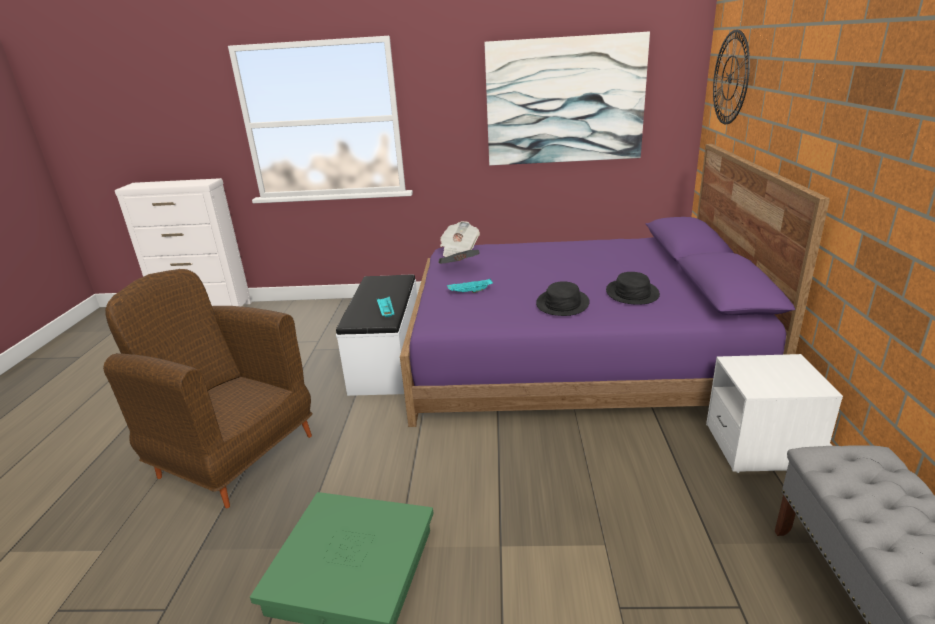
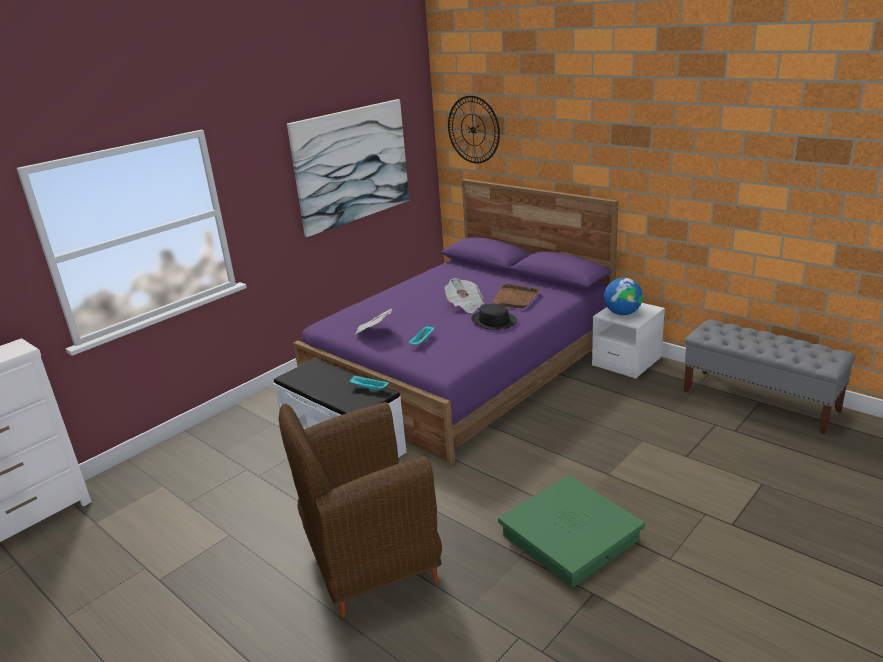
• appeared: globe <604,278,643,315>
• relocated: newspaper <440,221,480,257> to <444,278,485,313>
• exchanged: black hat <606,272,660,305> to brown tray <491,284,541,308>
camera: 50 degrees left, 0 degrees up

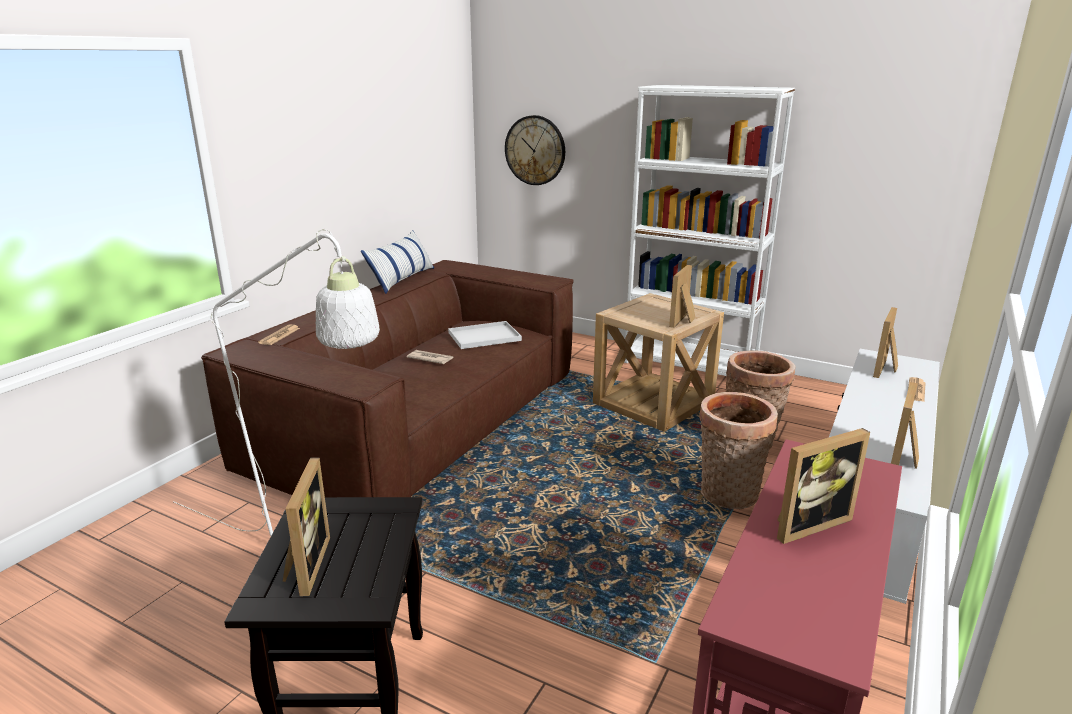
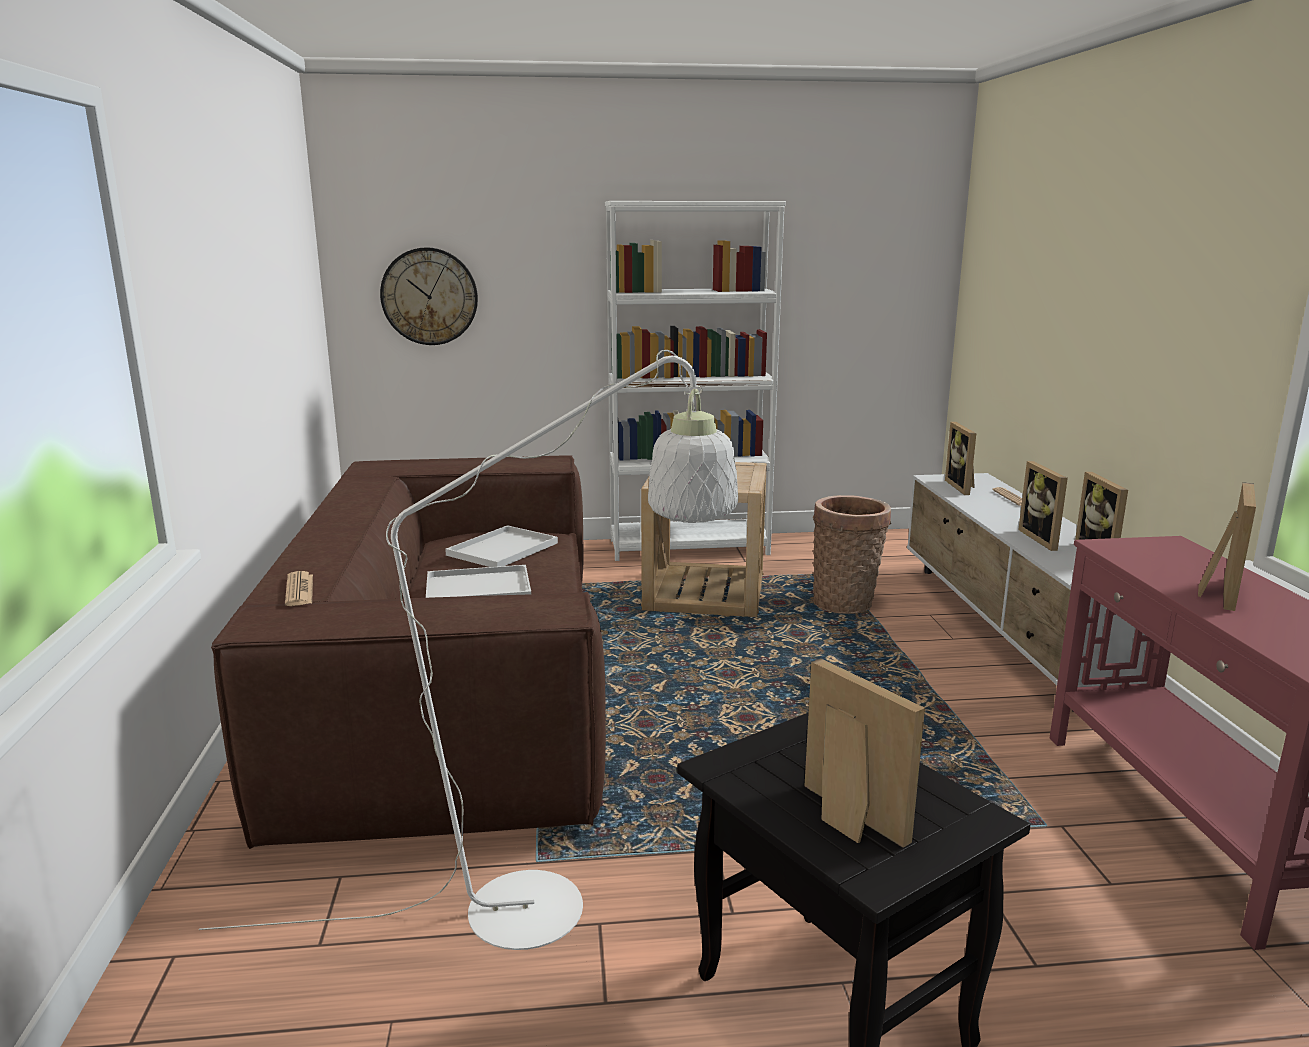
• missing: pillow <361,230,434,294>
• missing: basket <699,392,778,509>
• relocated: picture frame <669,265,695,328> to <1018,461,1068,551>
• exchanged: newspaper <407,350,453,364> to white tray <426,565,531,598>
camera: 35 degrees left, 5 degrees down

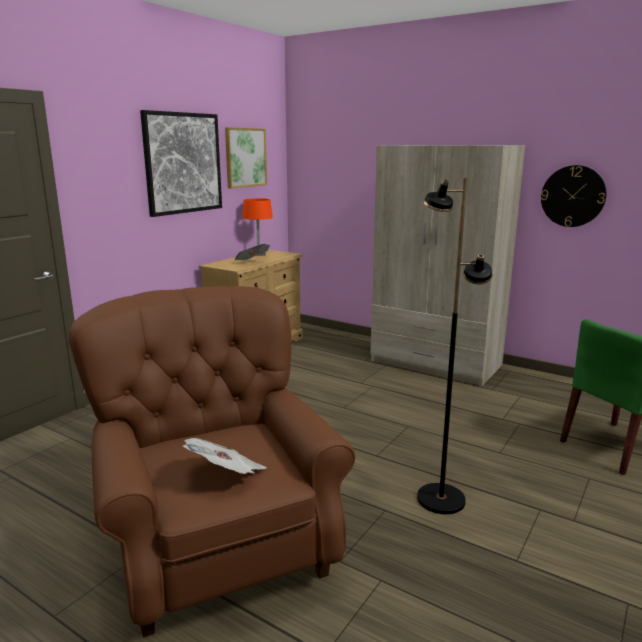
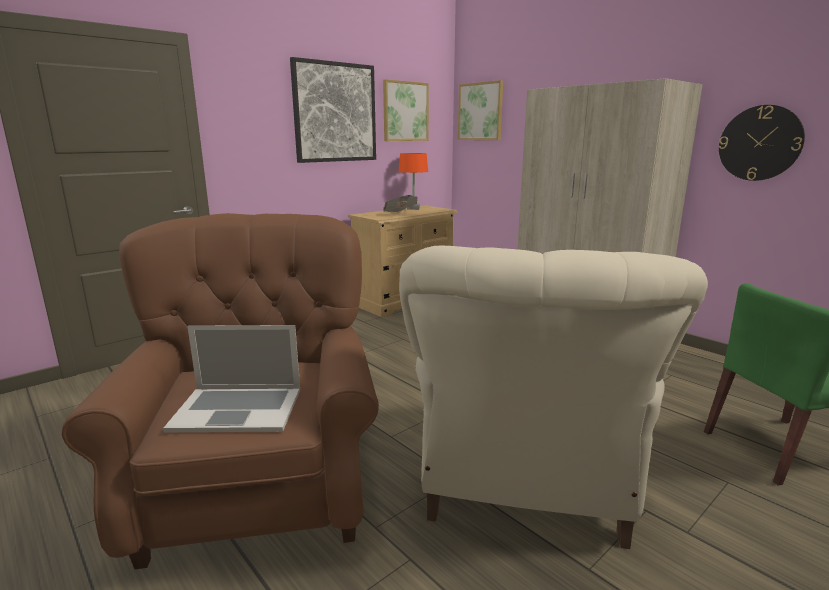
• appeared: picture <458,80,503,140>
• exchanged: newspaper <183,438,267,474> to laptop <163,325,300,432>
• exchanged: black floor lamp <417,178,492,514> to beige armchair <399,246,708,549>
camera: 15 degrees right, 0 degrees up

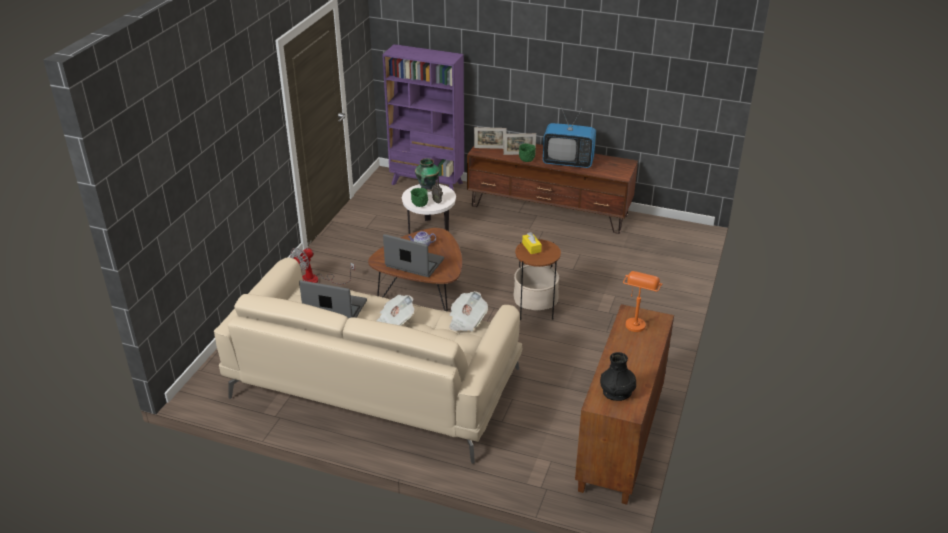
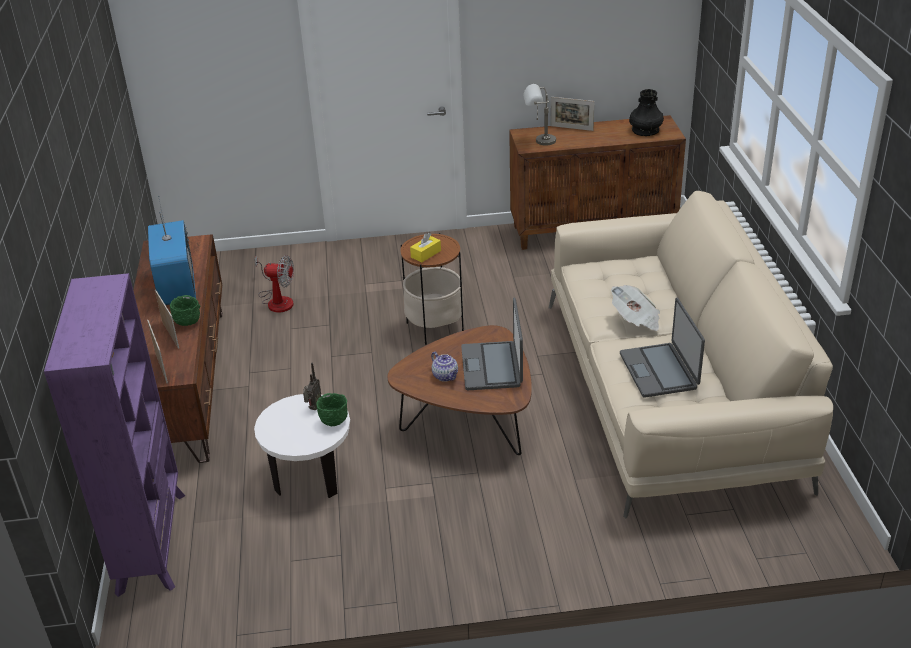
• missing: vase <415,158,440,192>
• missing: newspaper <449,291,488,332>
• appeared: picture frame <551,97,595,131>
• relocated: fan <290,247,355,285> to <254,255,294,313>
• colour: orange table lamp <623,271,662,332> to grey table lamp <523,84,556,146>
camera: 115 degrees left, 0 degrees up

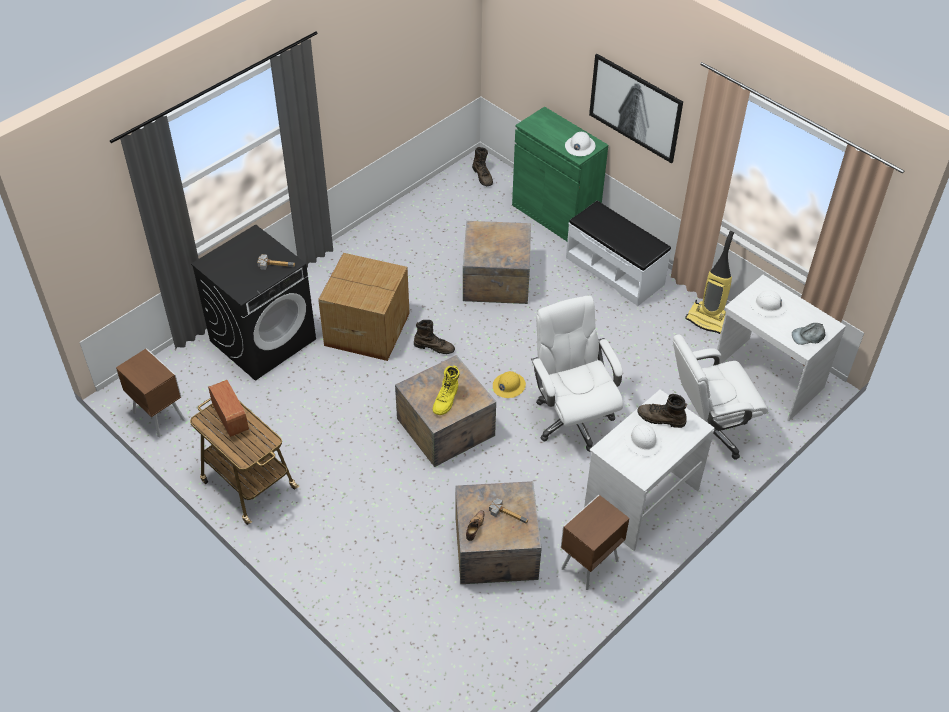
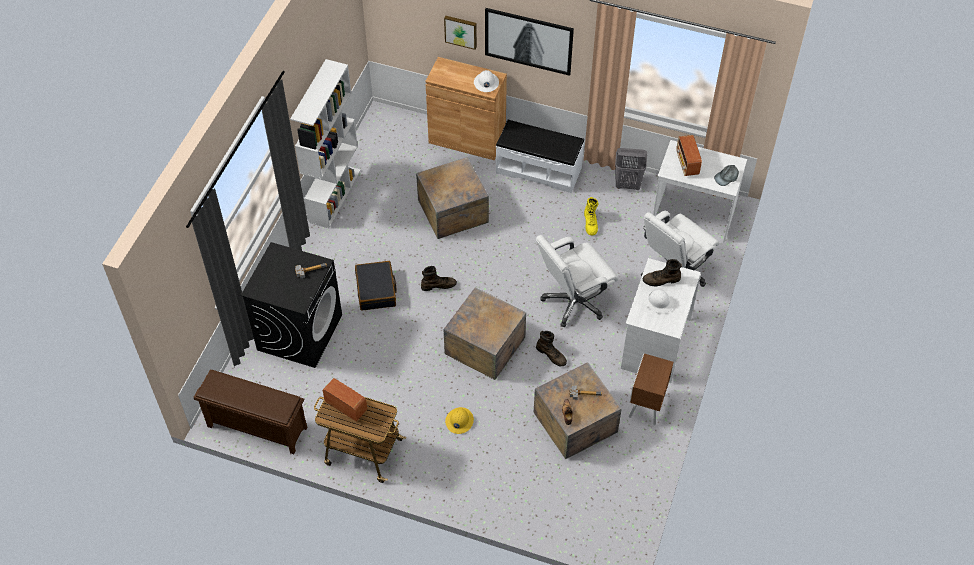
• appeared: white bookcase <290,59,361,229>
• appeared: picture <444,16,477,50>
• relocated: yellow boot <432,365,460,415> to <584,197,598,235>
• relocated: brown boot <472,147,493,186> to <536,331,567,366>
• relocated: yellow hard hat <493,371,526,398> to <445,407,474,434>
• exchanged: brown nightstand <116,348,185,437> to brown shoe rack <194,370,307,454>
• exchanged: cardboard box <318,253,410,361> to black suitcase <355,261,397,311>
• exchanged: vacuum cleaner <685,231,734,334> to grey laundry basket <615,148,647,190>
• exchanged: white hard hat <750,290,787,317> to radio <676,135,702,176>
• colour: green cabinet <512,106,608,241> to brown cabinet <425,57,507,160>
• spun: white office chair <531,296,623,452> = <536,235,619,327> 75 degrees counterclockwise
camera: 25 degrees left, 5 degrees up

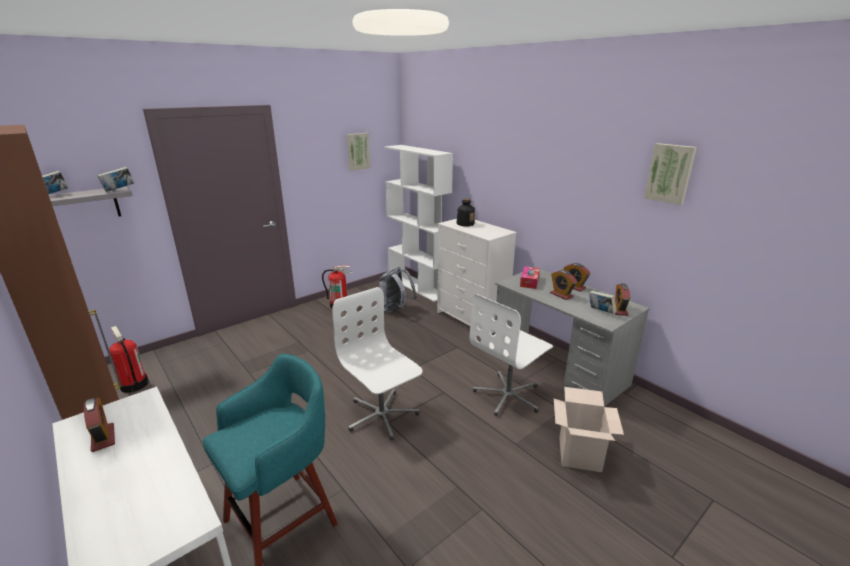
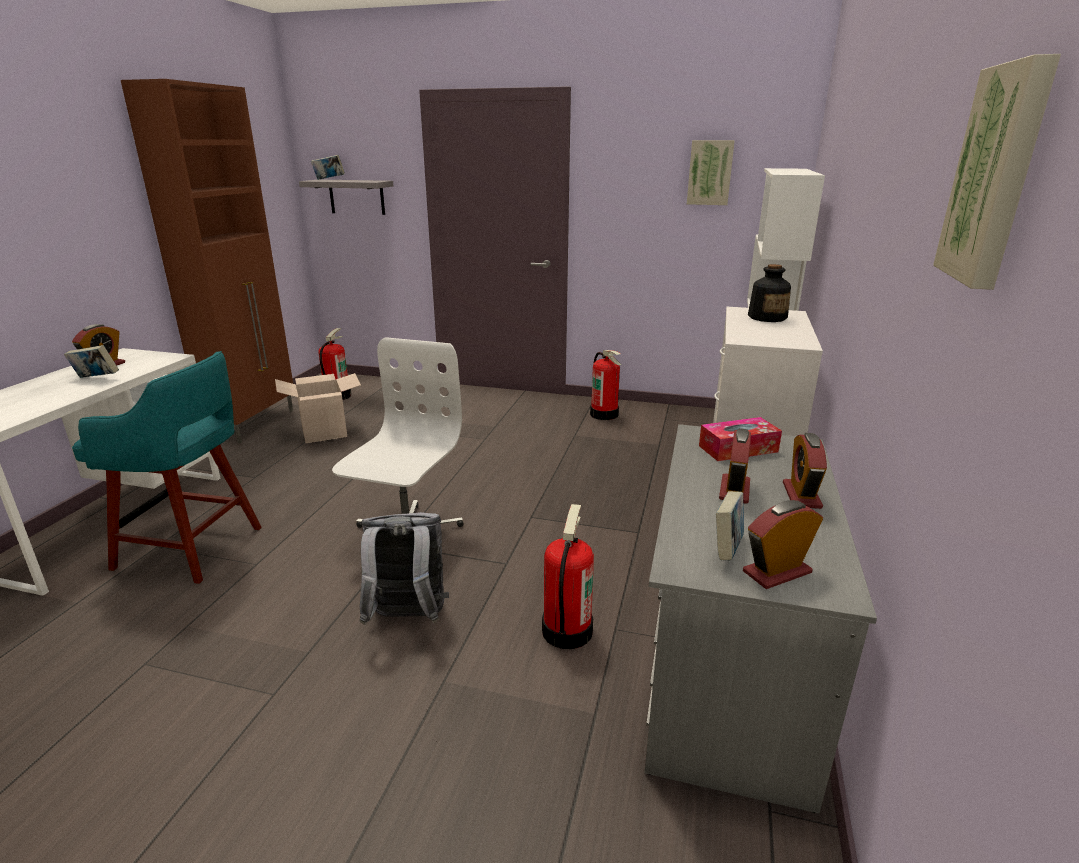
• relocated: book <97,167,134,192> to <64,345,119,378>
• relocated: grey backpack <379,267,417,313> to <360,512,449,625>
• relocated: cardboard box <554,387,624,472> to <275,373,361,443>
• exchanged: white office chair <470,294,553,416> to fire extinguisher <542,504,594,649>
camera: 55 degrees right, 0 degrees up

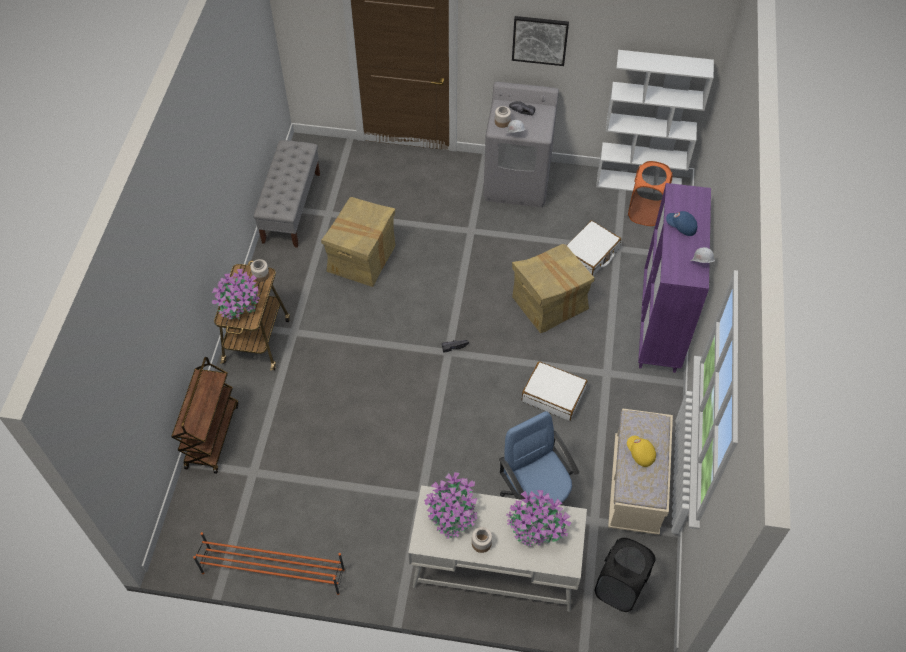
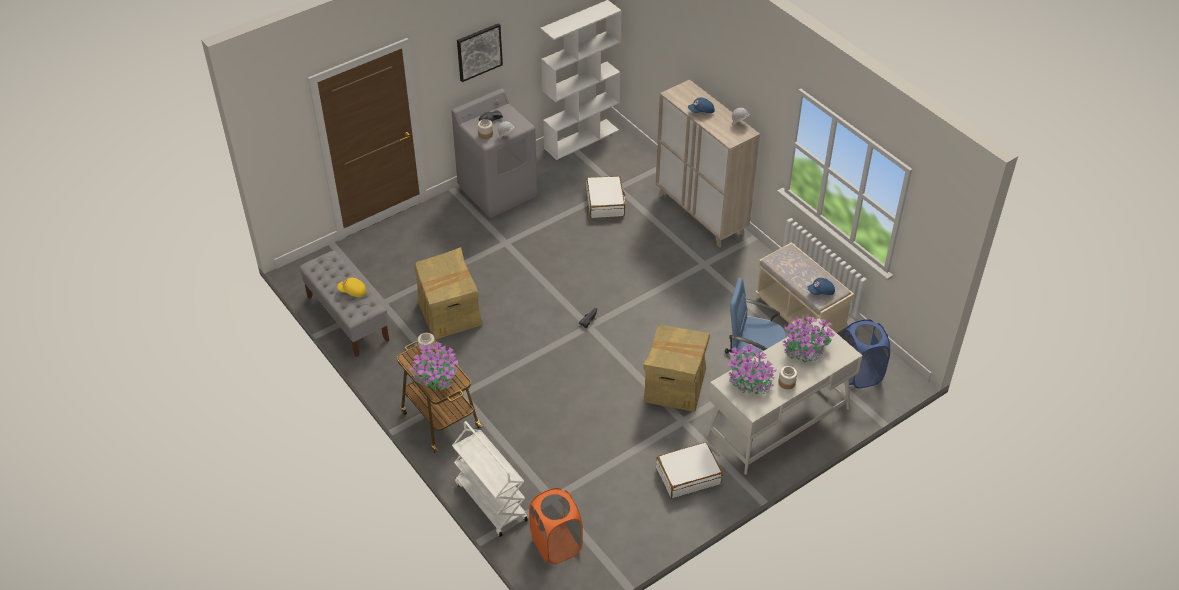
• missing: orange shoe rack <193,532,345,595>
• appeared: blue cap <807,278,835,295>
• relocated: cardboard box <512,244,595,333> to <643,325,710,412>
• relocated: white suitcase <522,361,587,421> to <656,442,723,499>
• relocated: yellow cap <627,436,656,467> to <337,278,366,297>
• relocated: orange laundry basket <628,161,672,226> to <529,488,583,564>
• colour: brown cart <172,357,238,474> to white cart <452,421,528,537>
• colour: black laundry basket <594,538,656,612> to blue laundry basket <842,319,890,388>
• colour: purple cabinet <638,183,711,373> to beige cabinet <656,79,760,248>
camera: 45 degrees left, 10 degrees down

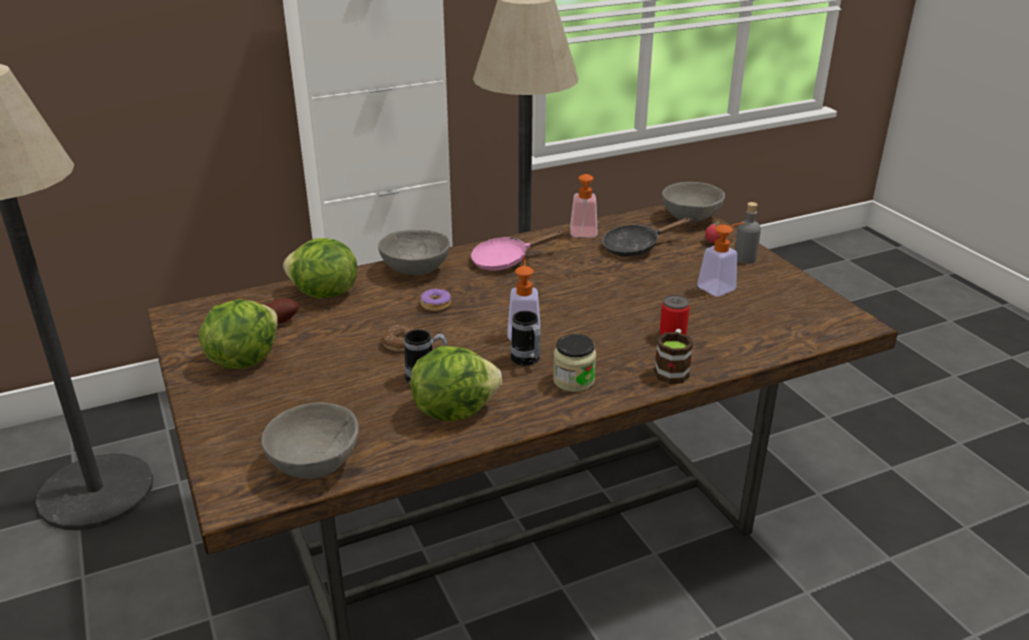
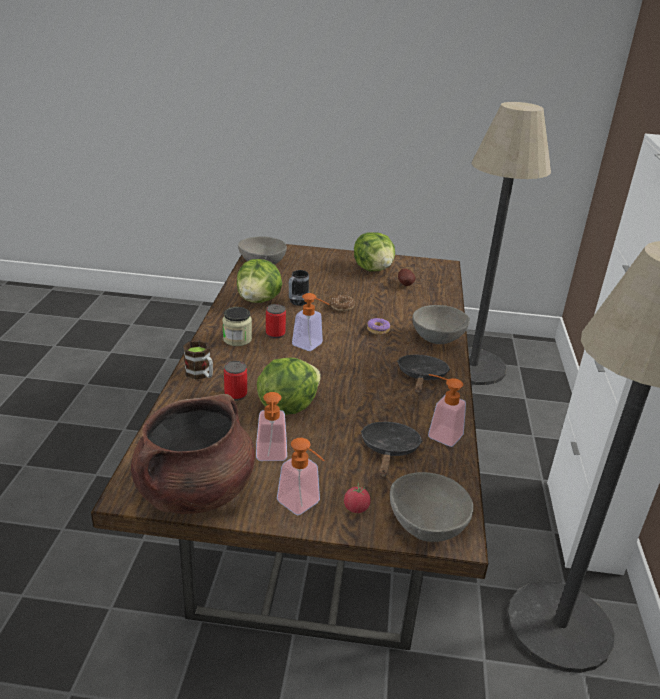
• appeared: brown cooking pot <131,394,255,514>
• relocated: lettuce <283,238,357,299> to <257,358,321,415>
• exchanged: mug <510,311,541,366> to can <266,304,286,339>
• exchanged: grey bottle <735,202,761,264> to soap dispenser <277,438,325,515>
• colour: pink frying pan <471,230,564,271> to black frying pan <397,355,450,393>
camera: 120 degrees right, 0 degrees up

